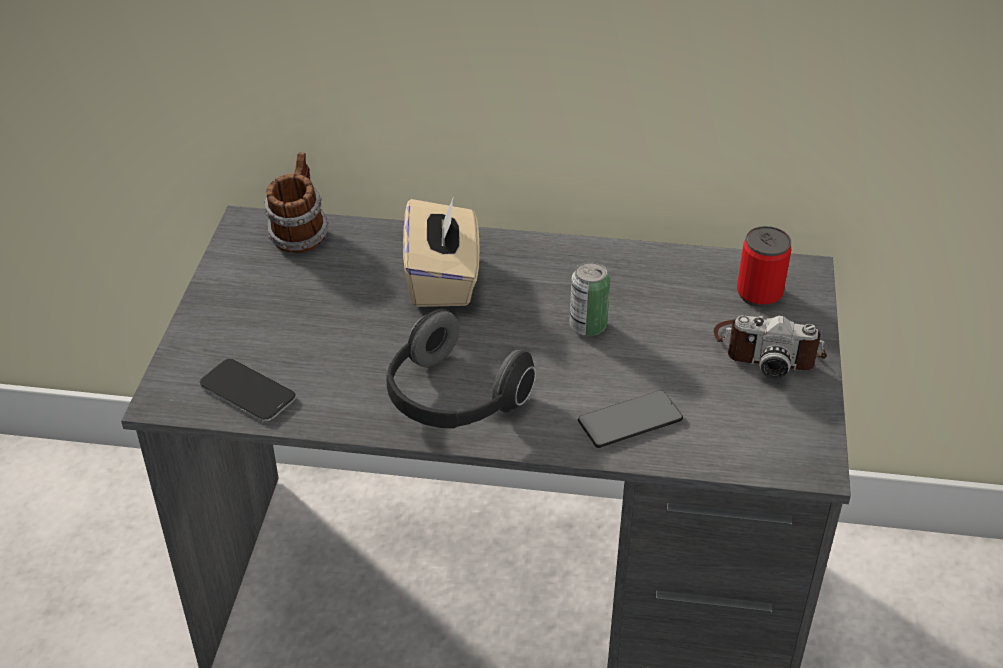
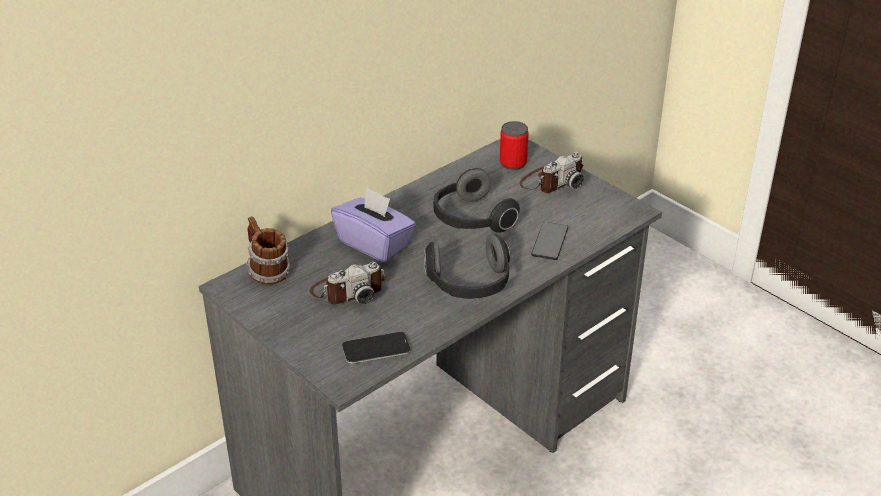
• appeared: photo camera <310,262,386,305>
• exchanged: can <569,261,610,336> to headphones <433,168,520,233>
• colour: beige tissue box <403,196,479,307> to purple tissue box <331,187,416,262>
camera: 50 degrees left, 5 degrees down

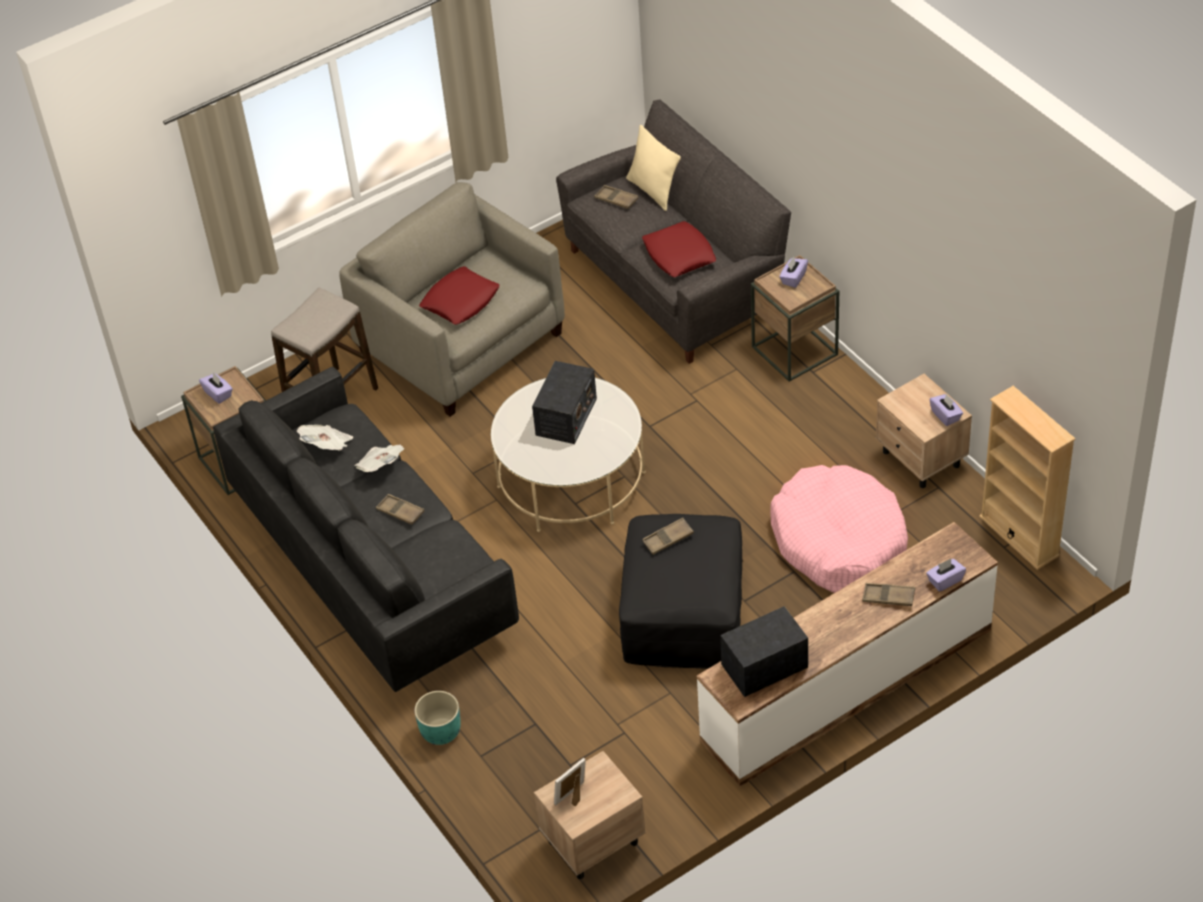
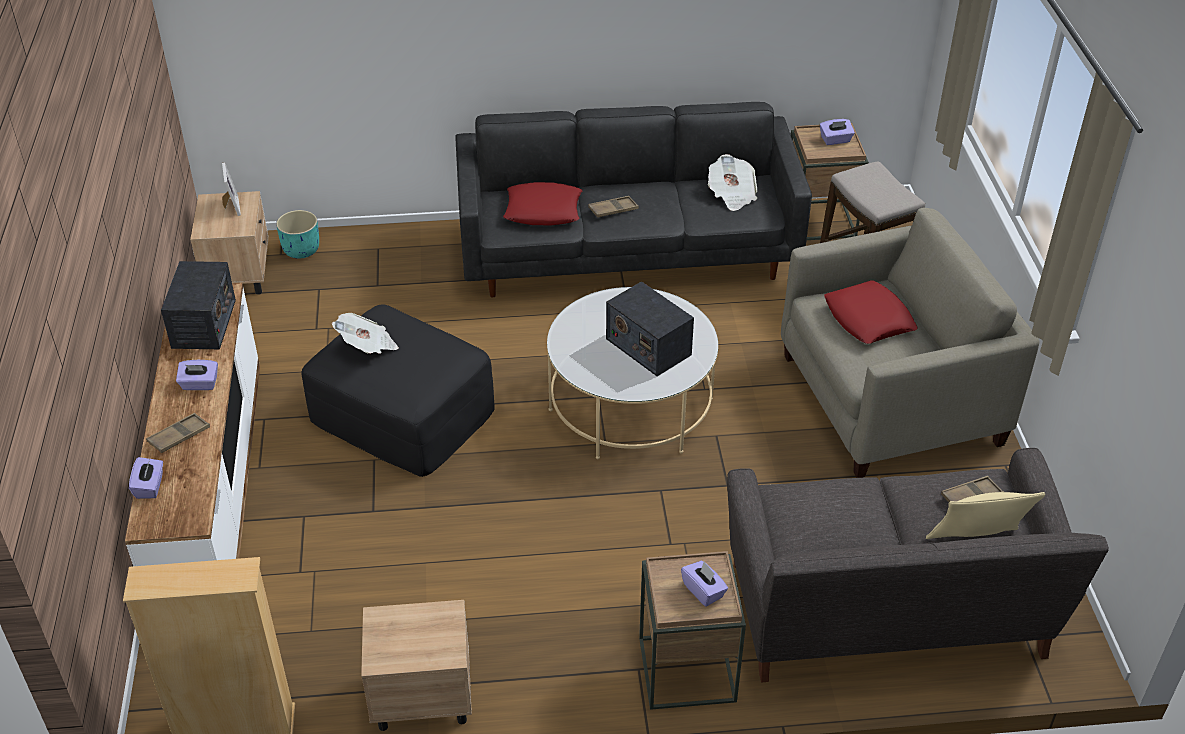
• missing: brown tray <642,518,694,555>
• missing: pink dog bed <770,465,908,593>
• relocated: newspaper <354,444,405,472> to <332,313,399,354>
• relocated: turquoise planter <414,691,461,745> to <276,210,319,259>
• relocated: red pillow <642,221,716,277> to <503,182,582,226>
• relocated: purple tissue box <930,393,963,426> to <176,360,218,390>
camera: 115 degrees right, 5 degrees down

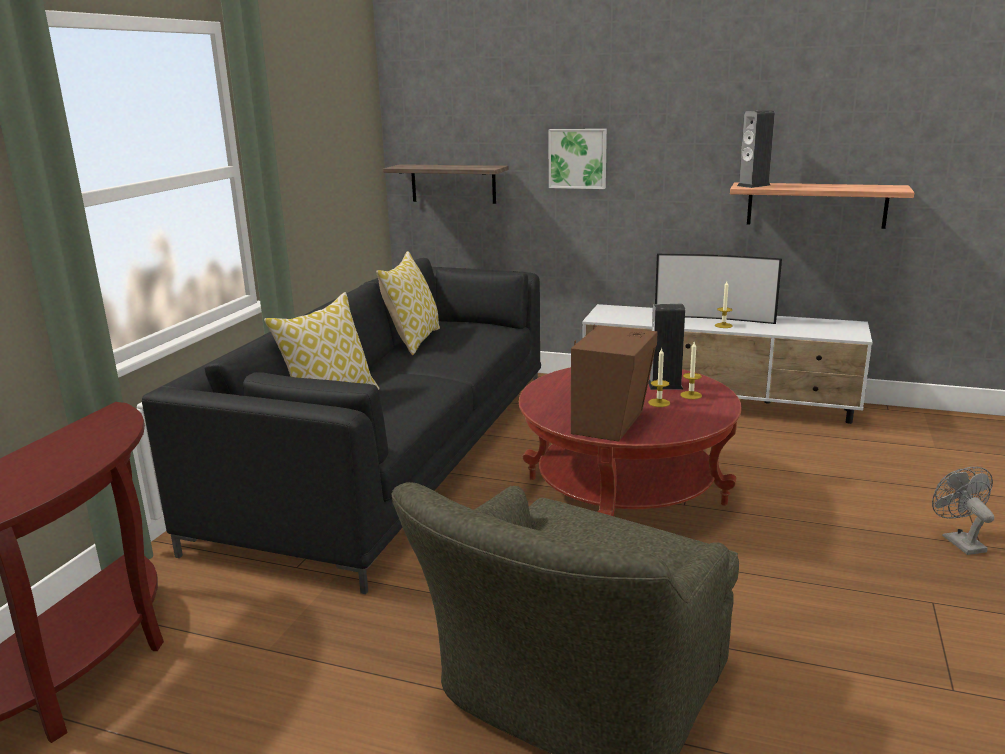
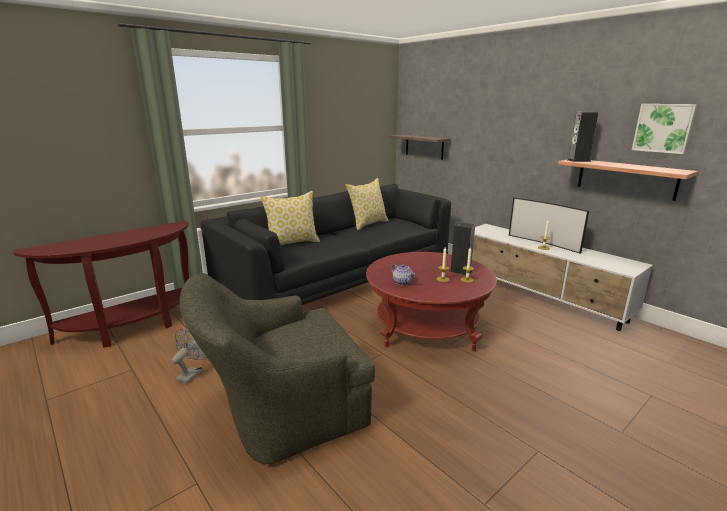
• relocated: picture <548,129,607,189> to <632,104,698,154>
• relocated: grey fan <932,467,994,555> to <172,329,207,384>
• exchanged: brown speaker <571,325,658,442> to teapot <391,264,415,285>
camera: 30 degrees right, 0 degrees up

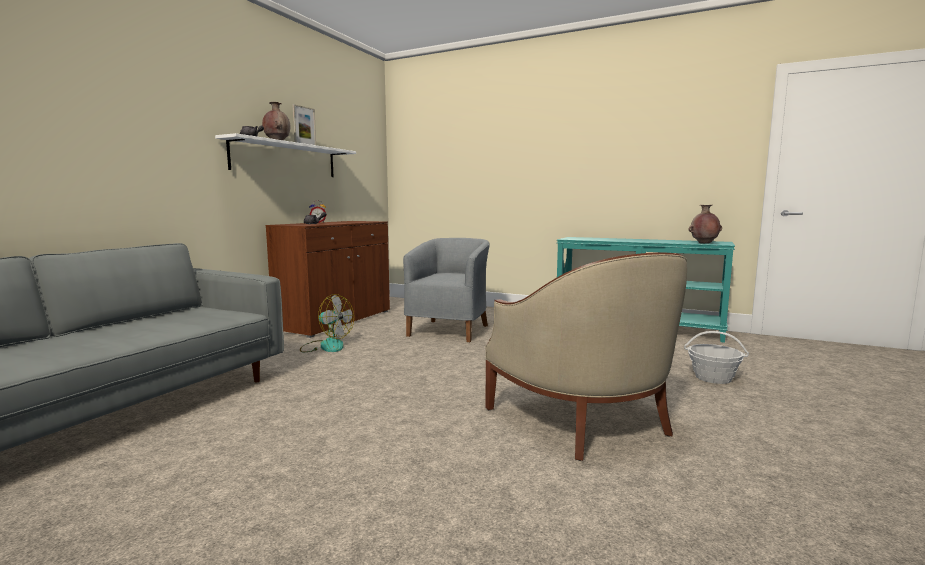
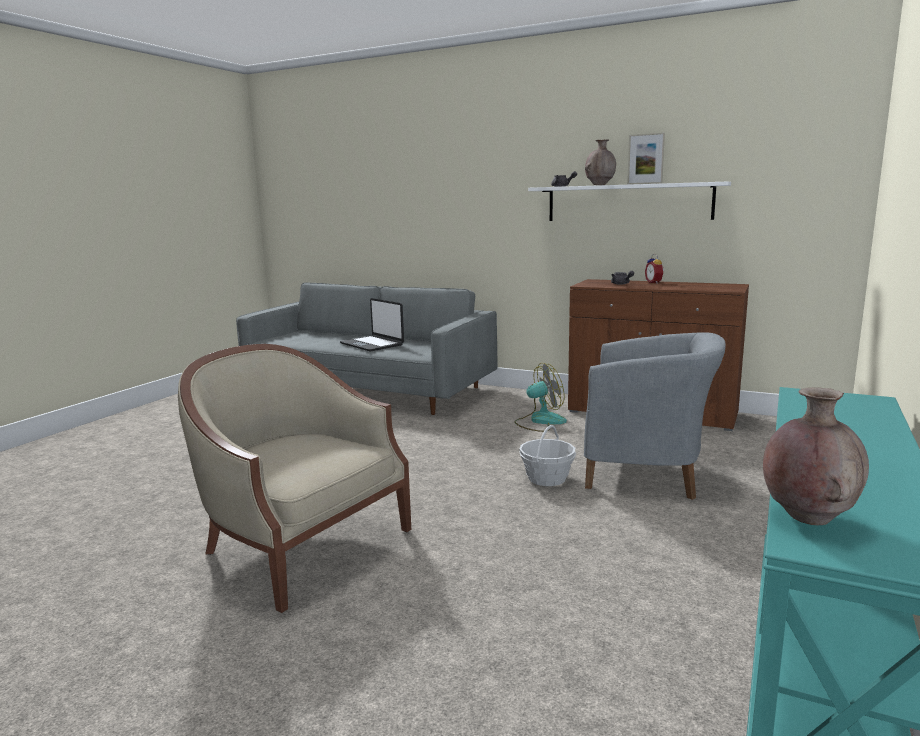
• appeared: laptop <340,298,404,352>
• relocated: basket <684,331,749,384> to <519,425,576,486>
• spun: fan <300,294,354,352> = <514,363,567,432> 135 degrees counterclockwise
• spun: beige armchair <485,253,687,461> = <178,344,411,613> 60 degrees clockwise
camera: 90 degrees right, 5 degrees up

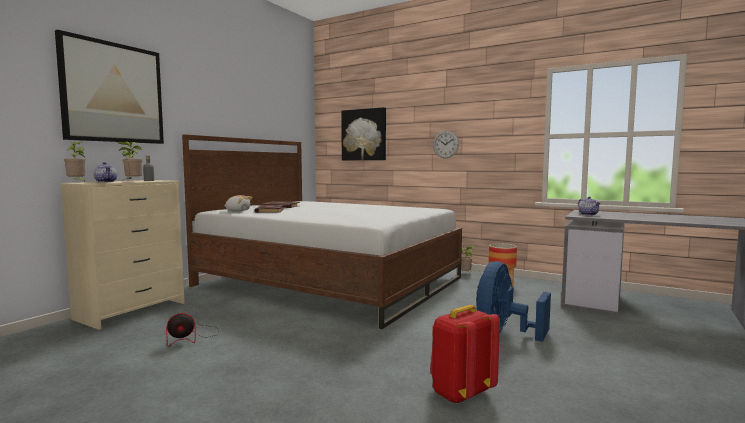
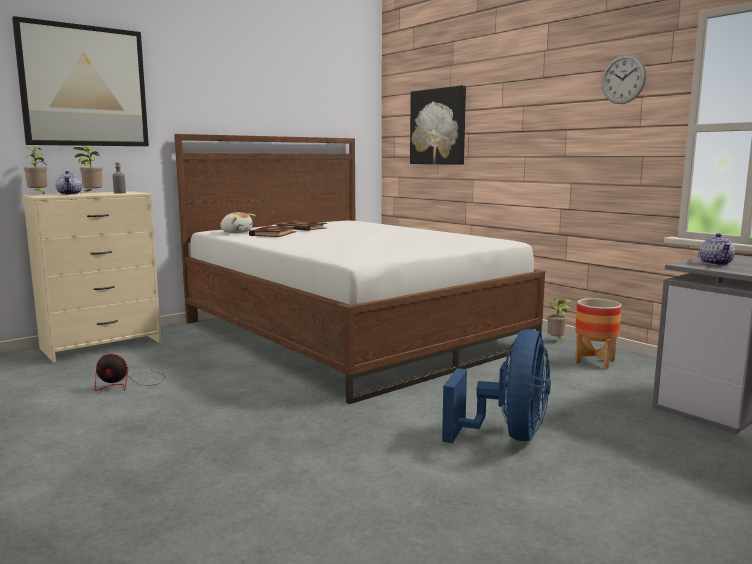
• missing: red backpack <430,305,500,404>
• relocated: wall clock <433,131,459,158> to <602,54,647,104>
• spun: blue fan <477,261,551,342> = <442,329,551,443> 150 degrees clockwise
camera: 20 degrees right, 5 degrees up

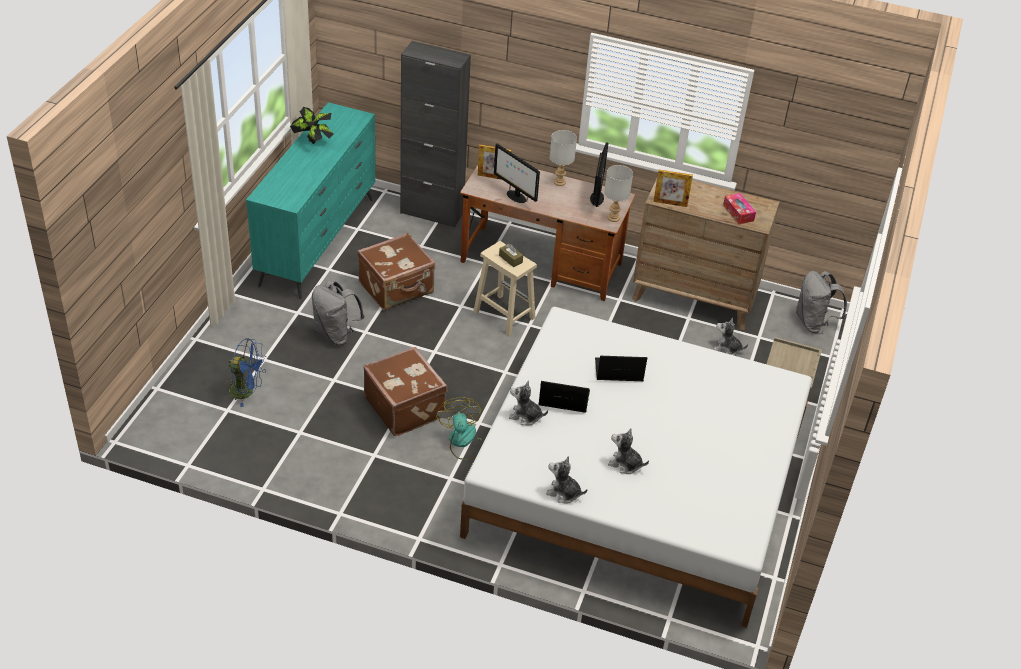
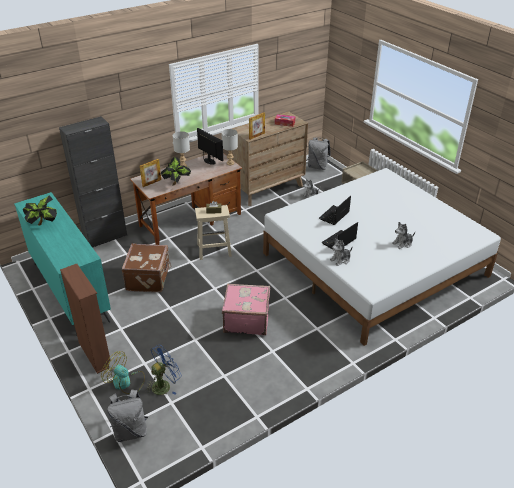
• missing: plush toy <546,456,587,504>
• appeared: brown bookcase <60,264,110,374>
• relocated: grey backpack <312,281,364,345> to <108,389,148,442>
• relocated: fan <436,397,484,460> to <101,351,145,394>
• exchanged: monitor <494,144,540,203> to potted plant <161,157,191,186>
• colour: brown suitcase <364,347,447,436> to pink suitcase <222,283,270,335>
camera: 50 degrees left, 5 degrees down

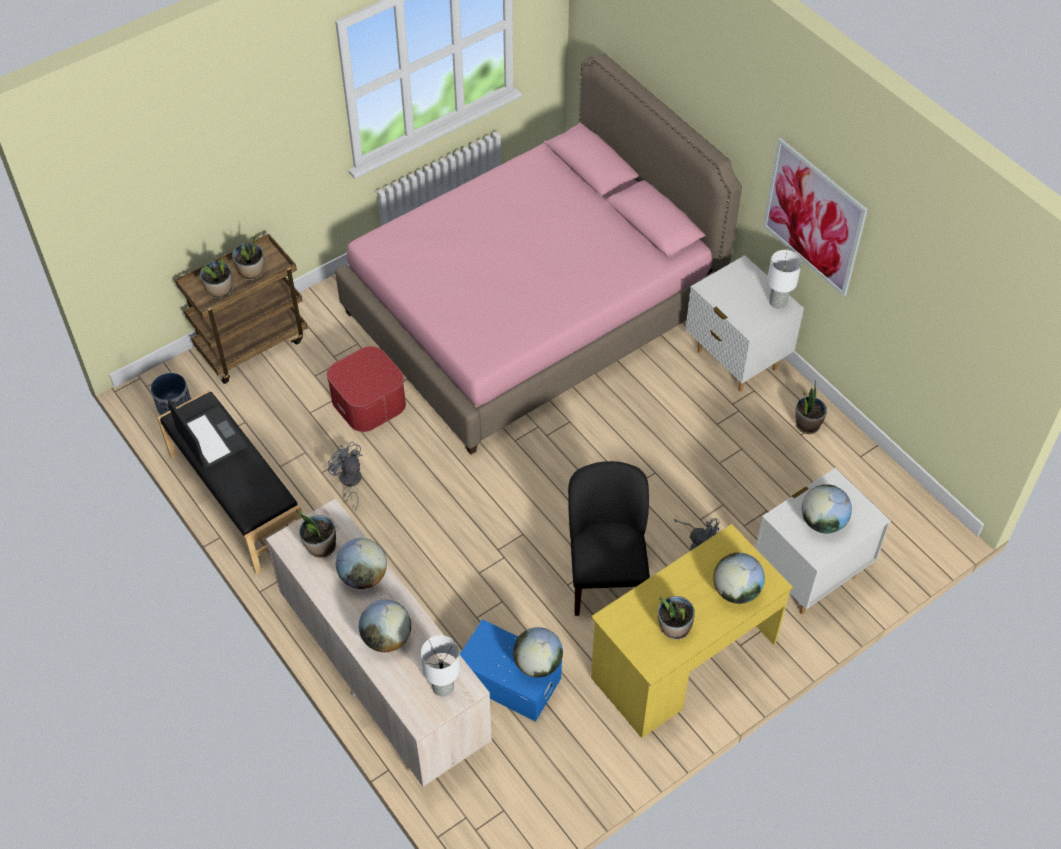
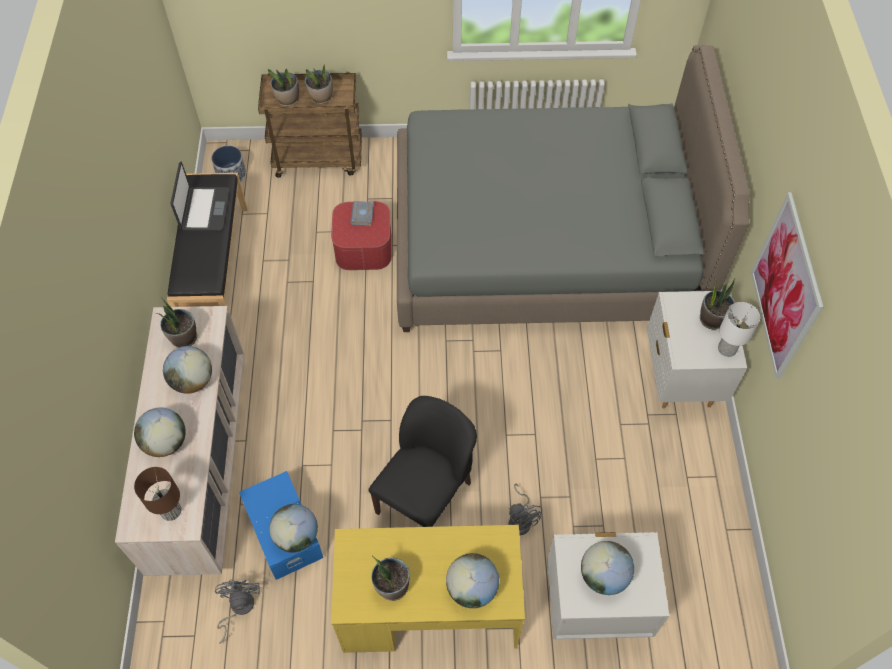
• appeared: grey book <350,201,374,226>
• relocated: grey fan <328,441,363,511> to <215,579,260,644>
• relocated: potted plant <795,380,827,434> to <700,278,735,329>
• colour: pink bed <335,53,742,455> to grey bed <397,45,750,332>
• colour: white table lamp <421,635,460,696> to brown table lamp <134,467,182,521>
camera: 35 degrees right, 5 degrees up

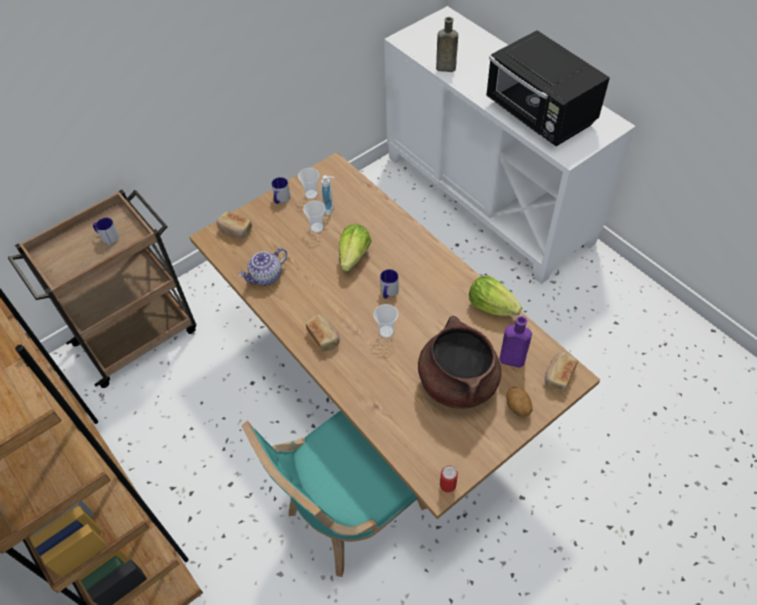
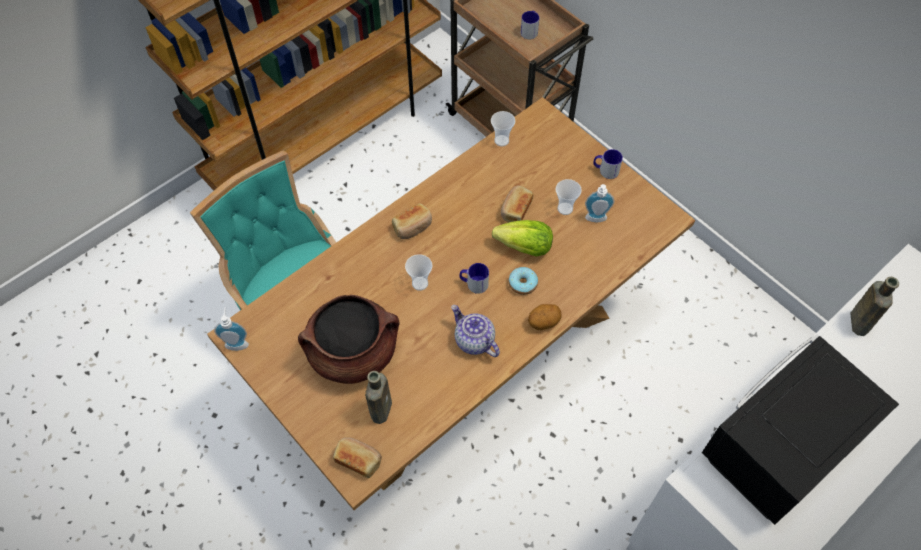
• missing: lettuce <469,276,522,316>
• appeared: donut <508,267,538,295>
• relocated: bread <217,211,252,238> to <501,186,533,223>
• relocated: teapot <239,248,287,285> to <451,305,500,357>
• relocated: cup <298,168,319,199> to <491,111,515,147>
• relocated: potato <506,387,532,417> to <528,304,562,330>
• exchanged: can <440,465,458,492> to soap dispenser <214,307,249,351>
• colour: purple bottle <499,316,532,368> to brown bottle <365,371,392,424>
camera: 85 degrees right, 5 degrees up

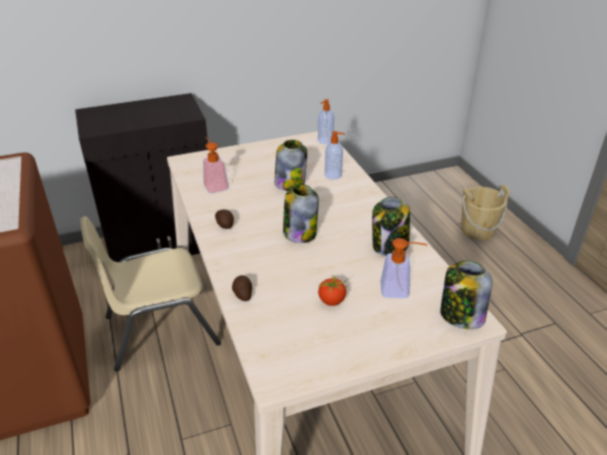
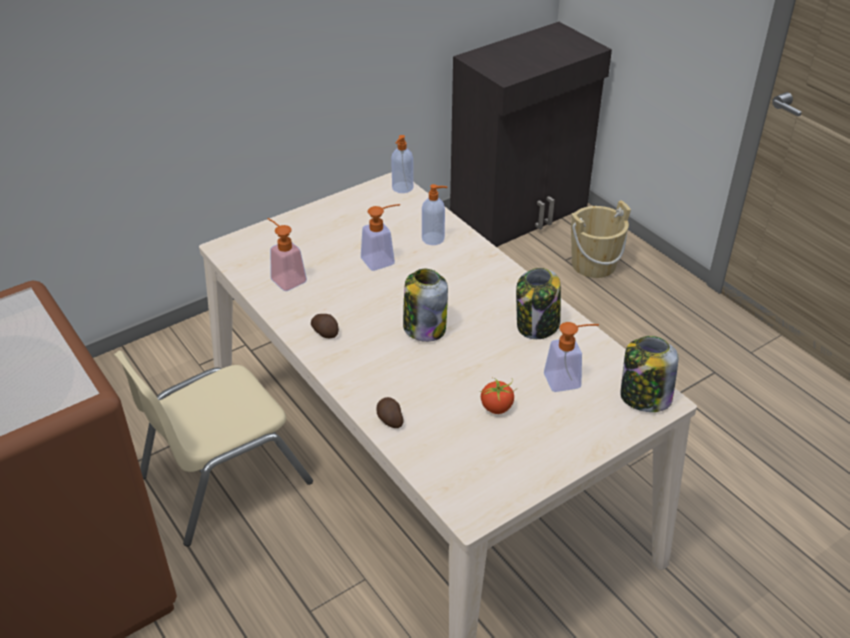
• relocated: black cabinet <75,93,208,262> to <450,22,612,247>
• exchanged: jar <275,140,307,191> to soap dispenser <361,204,400,271>
camera: 15 degrees left, 5 degrees up

